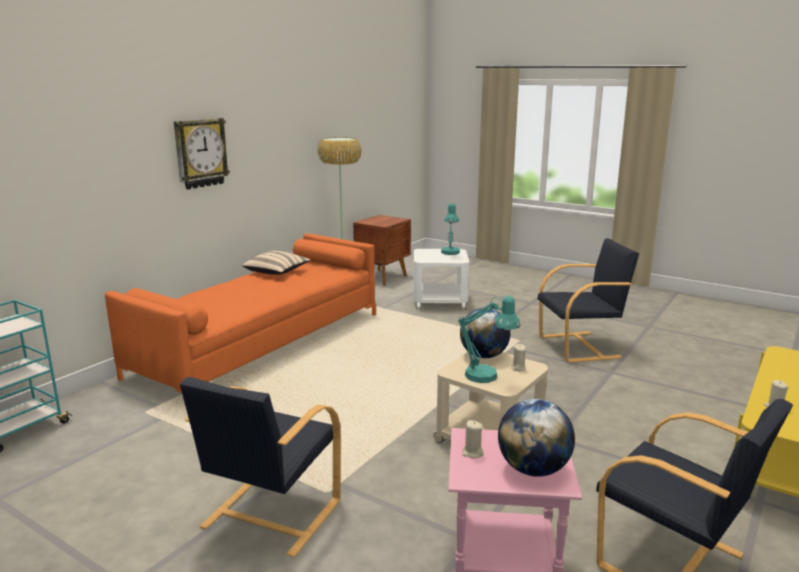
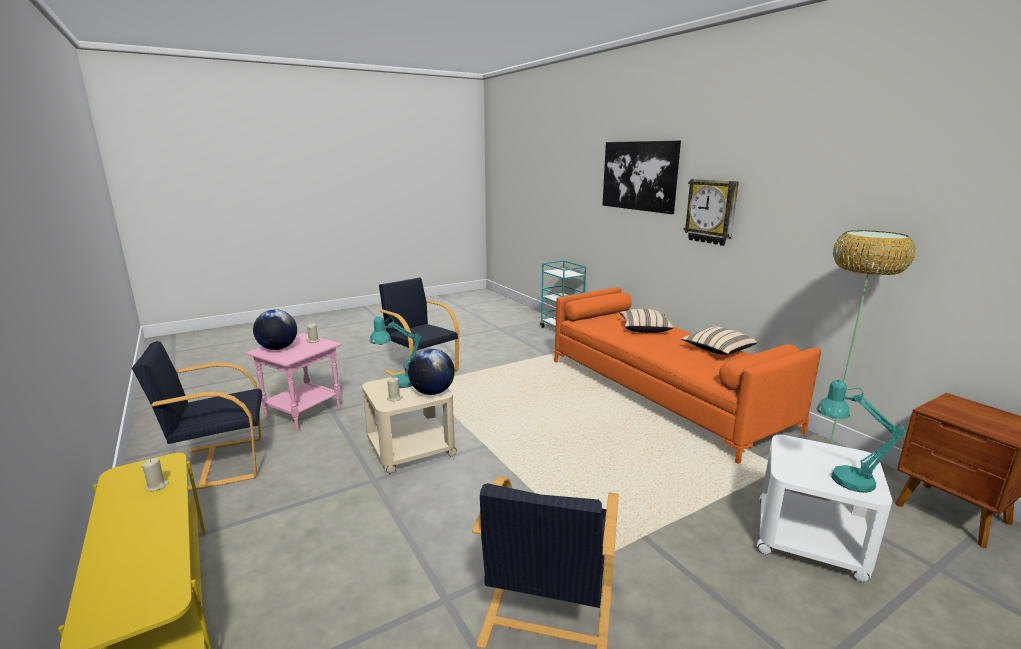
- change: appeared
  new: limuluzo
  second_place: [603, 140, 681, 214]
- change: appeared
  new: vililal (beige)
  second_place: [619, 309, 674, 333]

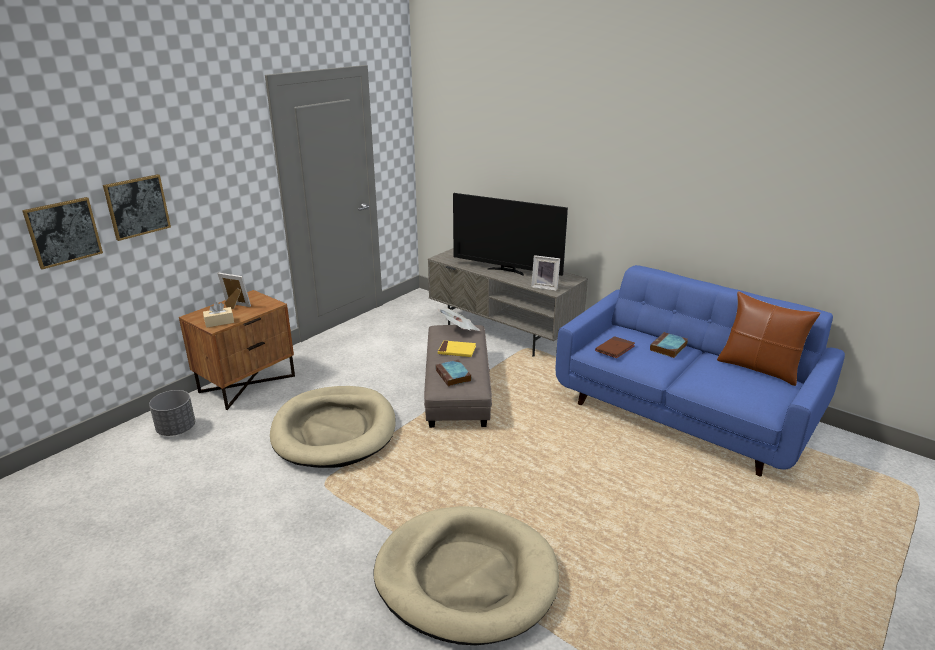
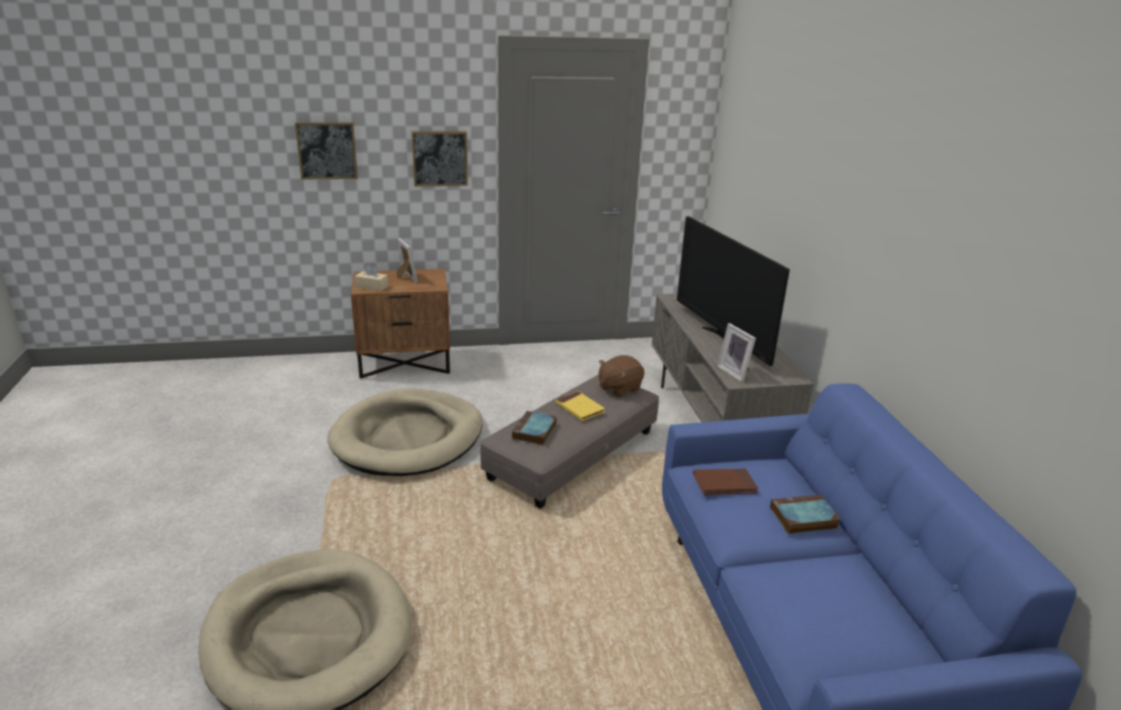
- change: relocated
  old: limuluzo
  first_place: [22, 197, 103, 269]
  second_place: [412, 131, 468, 186]
- change: missing
  old: vililal (brown)
  first_place: [717, 292, 820, 386]
- change: exchanged
  old: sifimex
  new: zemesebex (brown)
  first_place: [438, 308, 481, 331]
  second_place: [598, 355, 645, 398]
- change: missing
  old: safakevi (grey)
  first_place: [149, 390, 195, 436]

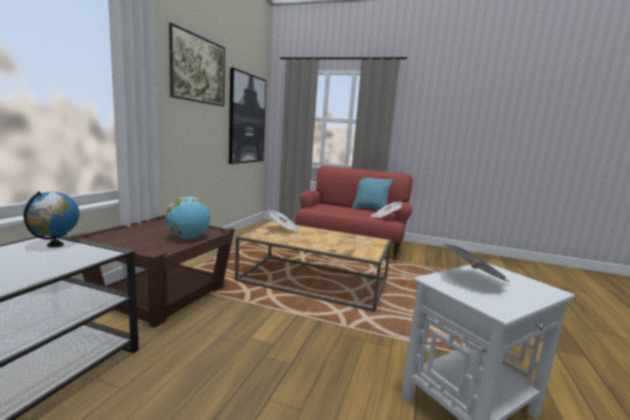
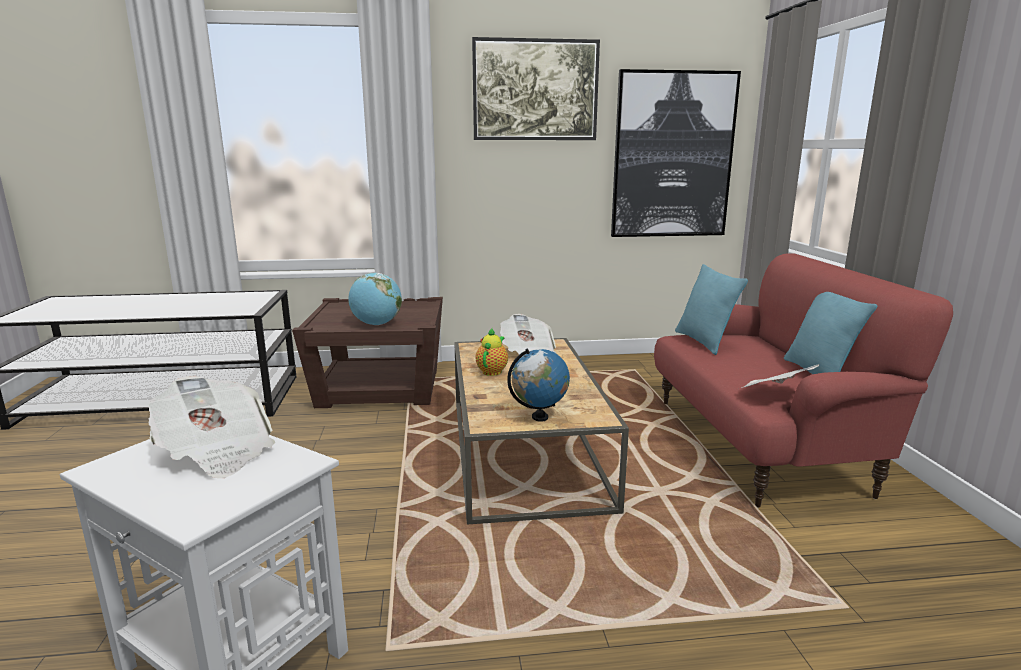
- change: relocated
  old: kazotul
  first_place: [23, 191, 80, 248]
  second_place: [507, 349, 570, 422]
- change: appeared
  new: vililal (turquoise)
  second_place: [675, 264, 748, 355]
- change: appeared
  new: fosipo
  second_place: [475, 328, 508, 376]

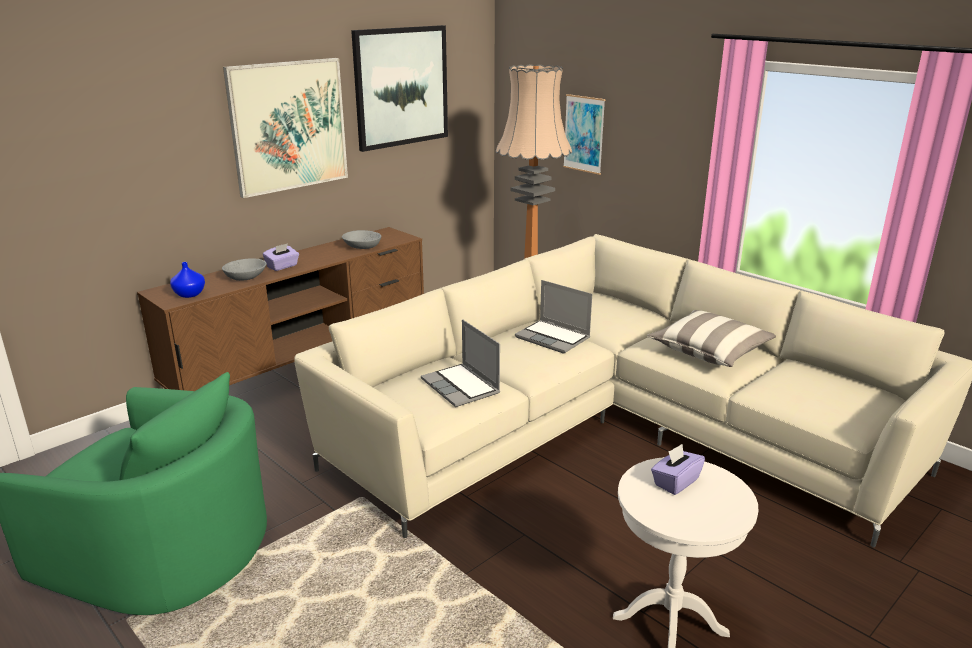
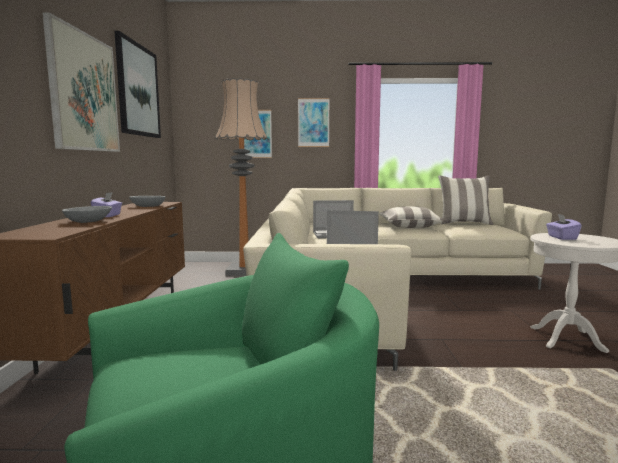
- change: missing
  old: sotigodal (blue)
  first_place: [170, 262, 205, 298]
- change: appeared
  new: limuluzo
  second_place: [298, 98, 329, 147]
- change: appeared
  new: vililal
  second_place: [438, 175, 494, 225]

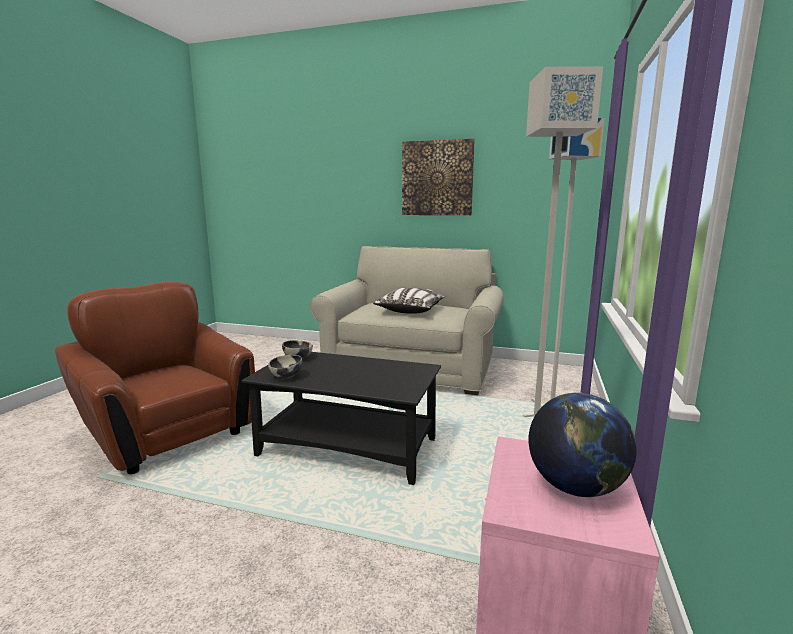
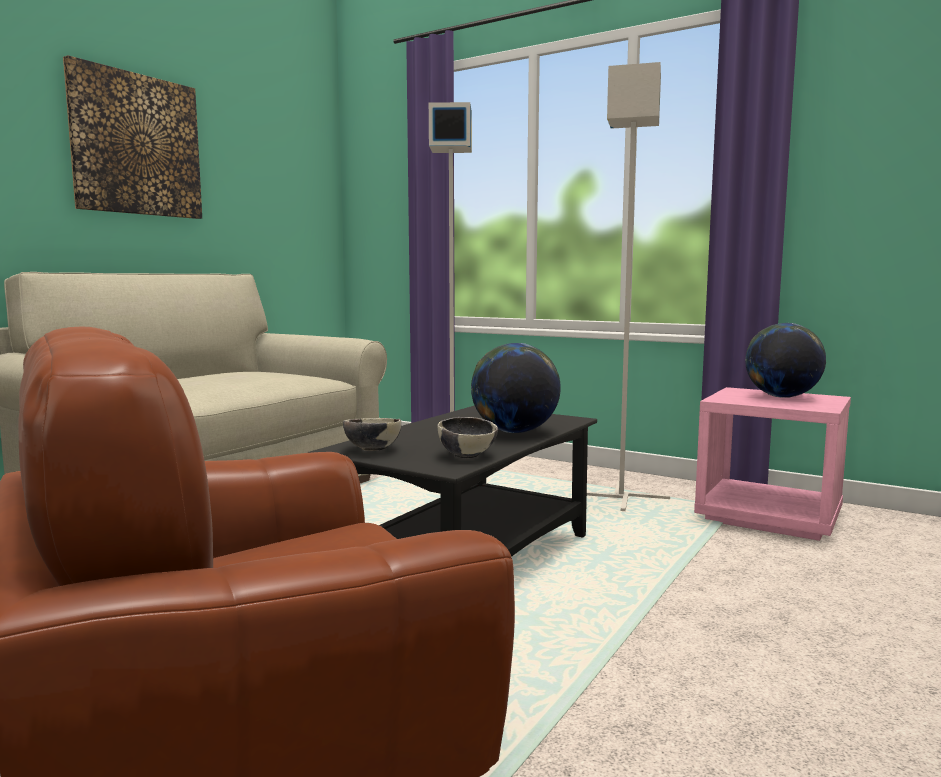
- change: missing
  old: vililal
  first_place: [373, 288, 445, 314]
- change: appeared
  new: kazotul
  second_place: [471, 343, 561, 433]

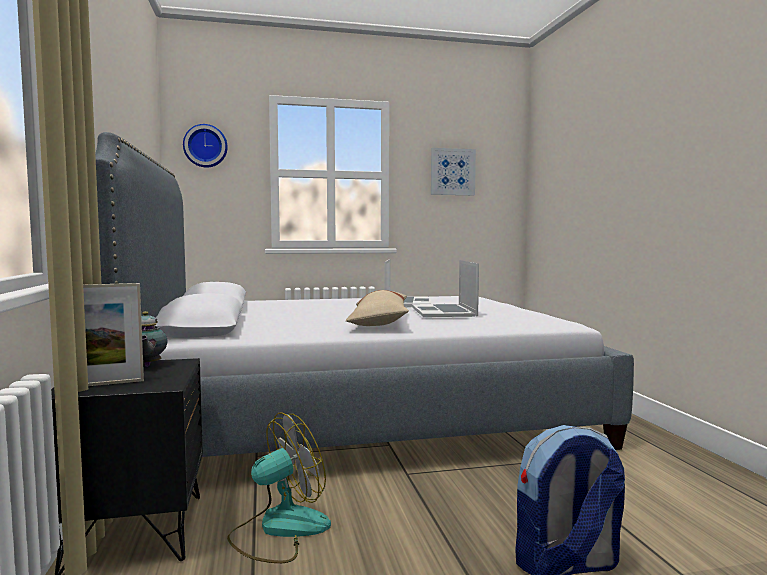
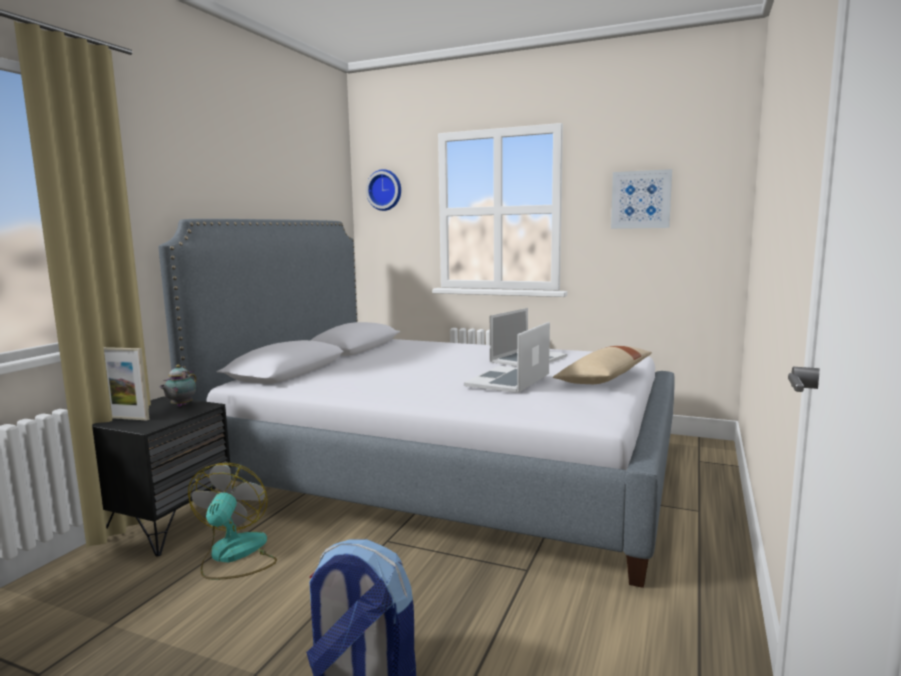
- change: relocated
  old: vililal (beige)
  first_place: [346, 290, 409, 326]
  second_place: [553, 346, 652, 384]
- change: spun
  old: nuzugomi
  first_place: [227, 412, 331, 563]
  second_place: [188, 463, 277, 580]
  degrees: -90

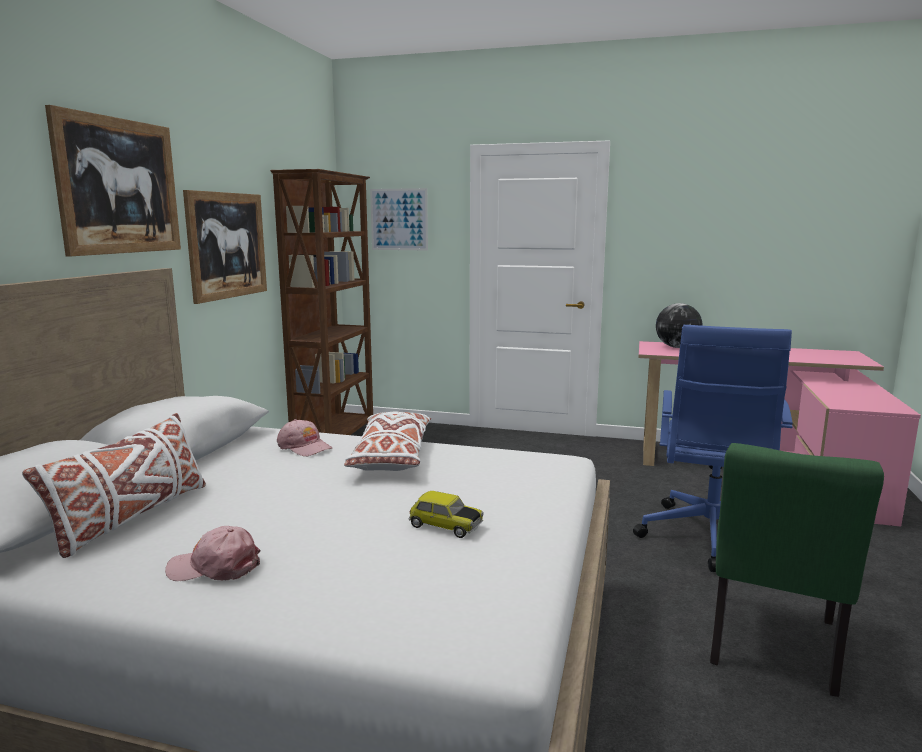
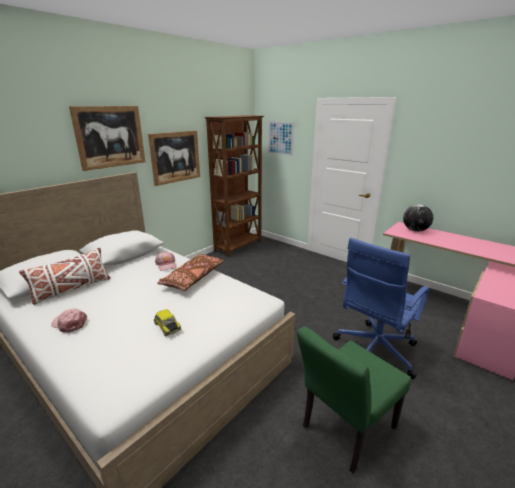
- change: colour
  old: vililal (white)
  new: vililal (brown)
  first_place: [344, 412, 431, 471]
  second_place: [157, 254, 225, 291]

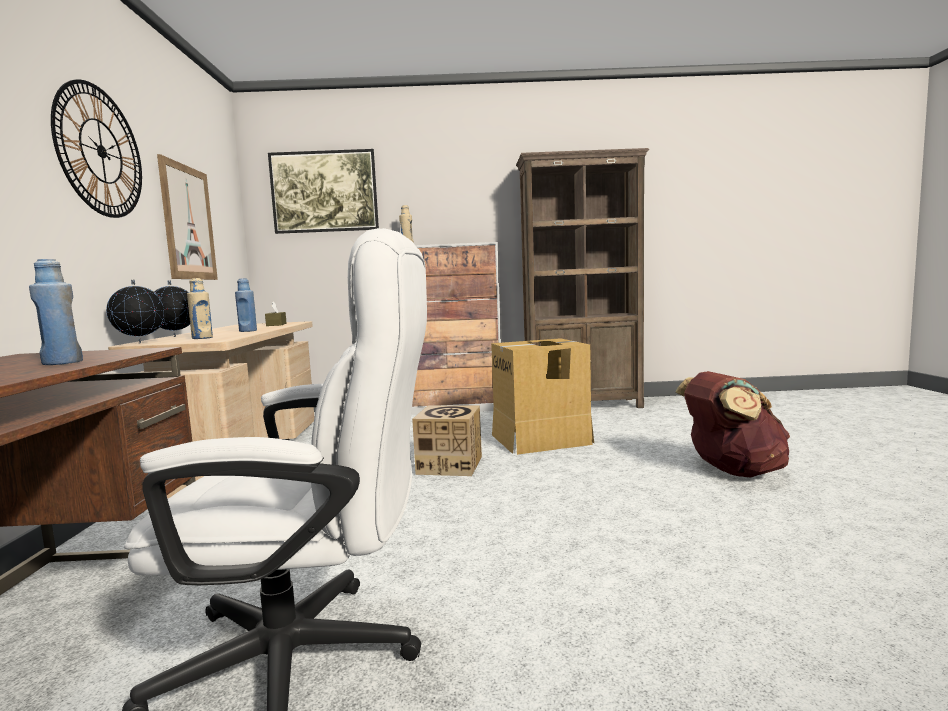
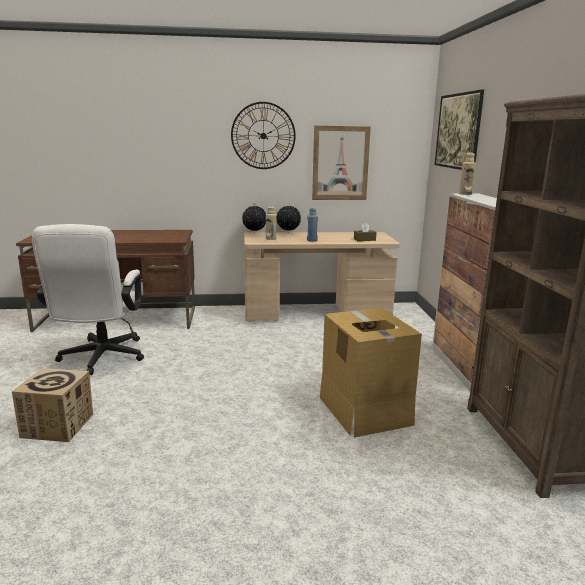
- change: missing
  old: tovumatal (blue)
  first_place: [29, 259, 83, 365]
- change: missing
  old: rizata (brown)
  first_place: [676, 371, 790, 477]
- change: relocated
  old: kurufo
  first_place: [412, 405, 482, 476]
  second_place: [12, 368, 93, 442]

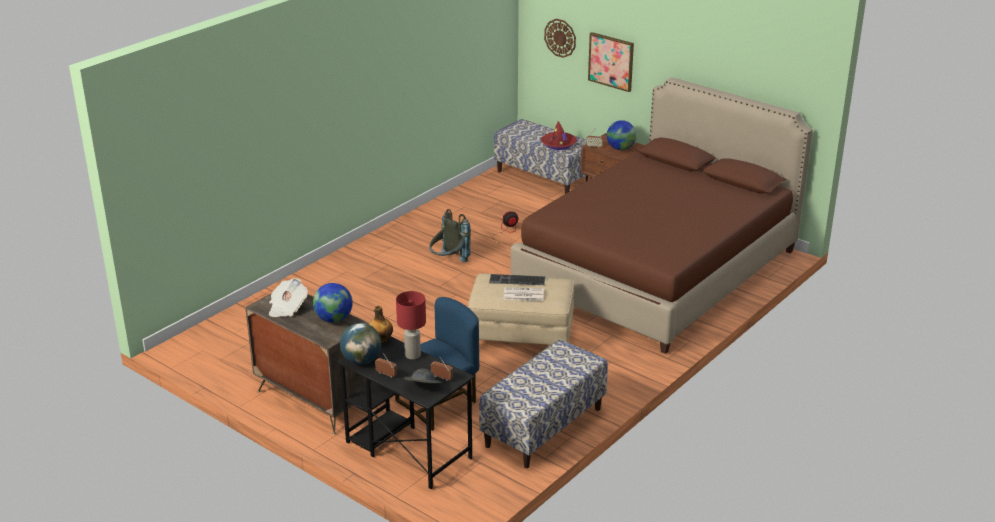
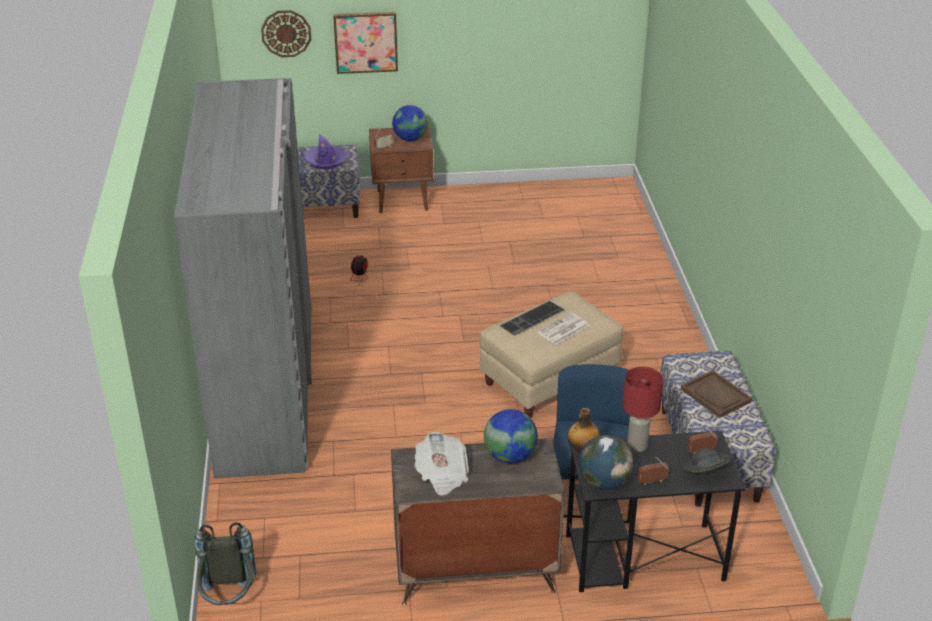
- change: missing
  old: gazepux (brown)
  first_place: [511, 77, 813, 354]
- change: colour
  old: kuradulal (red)
  new: kuradulal (purple)
  first_place: [541, 121, 577, 150]
  second_place: [303, 134, 349, 169]
- change: relocated
  old: rizata (grey)
  first_place: [429, 209, 471, 262]
  second_place: [194, 522, 256, 605]
- change: appeared
  new: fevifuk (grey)
  second_place: [174, 78, 312, 479]
- change: appeared
  new: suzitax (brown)
  second_place: [681, 370, 752, 418]

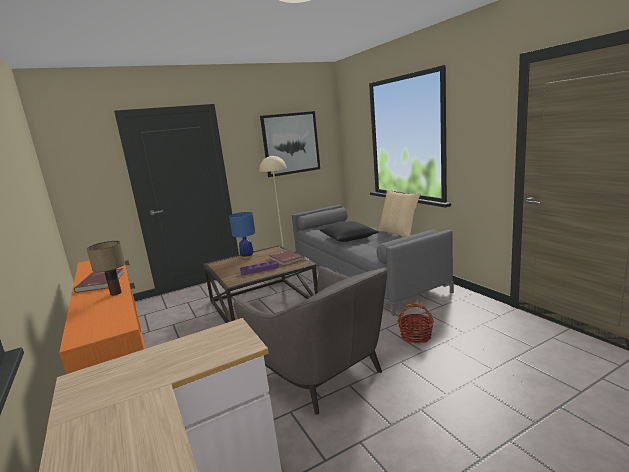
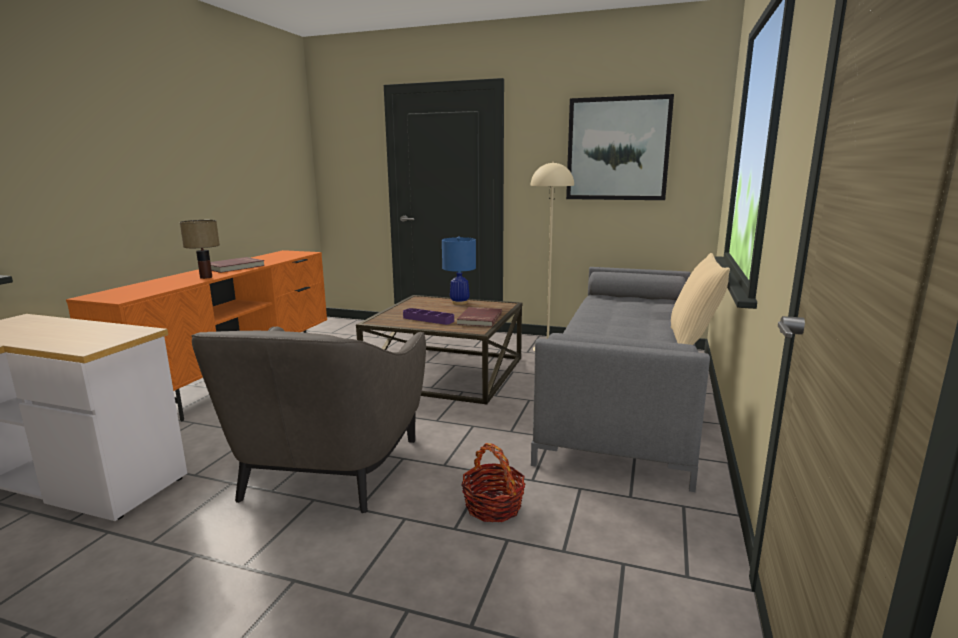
- change: missing
  old: vililal (black)
  first_place: [320, 221, 379, 242]

